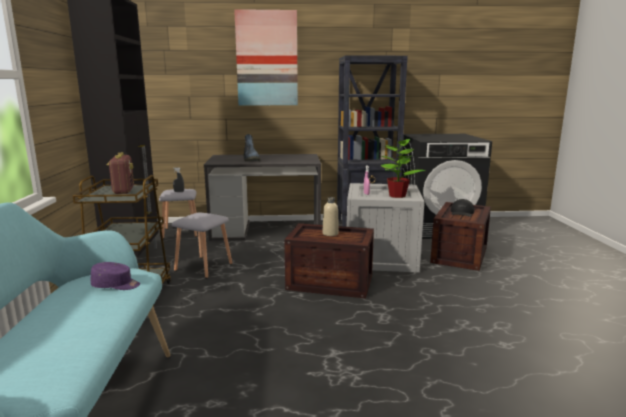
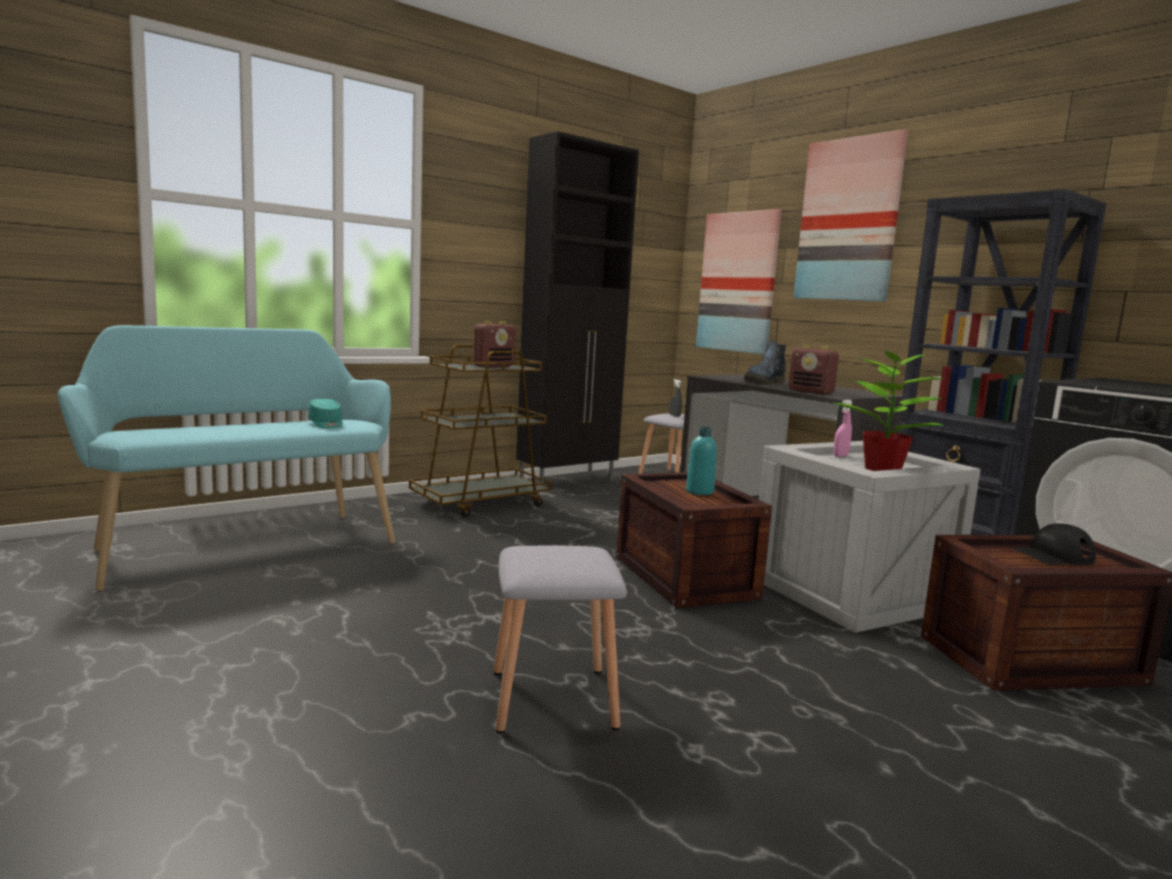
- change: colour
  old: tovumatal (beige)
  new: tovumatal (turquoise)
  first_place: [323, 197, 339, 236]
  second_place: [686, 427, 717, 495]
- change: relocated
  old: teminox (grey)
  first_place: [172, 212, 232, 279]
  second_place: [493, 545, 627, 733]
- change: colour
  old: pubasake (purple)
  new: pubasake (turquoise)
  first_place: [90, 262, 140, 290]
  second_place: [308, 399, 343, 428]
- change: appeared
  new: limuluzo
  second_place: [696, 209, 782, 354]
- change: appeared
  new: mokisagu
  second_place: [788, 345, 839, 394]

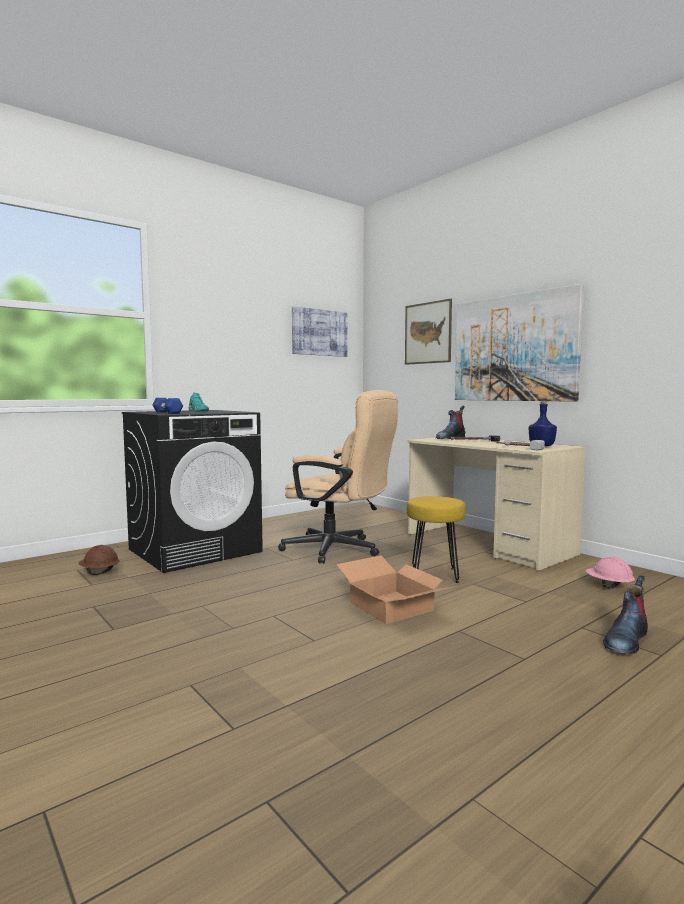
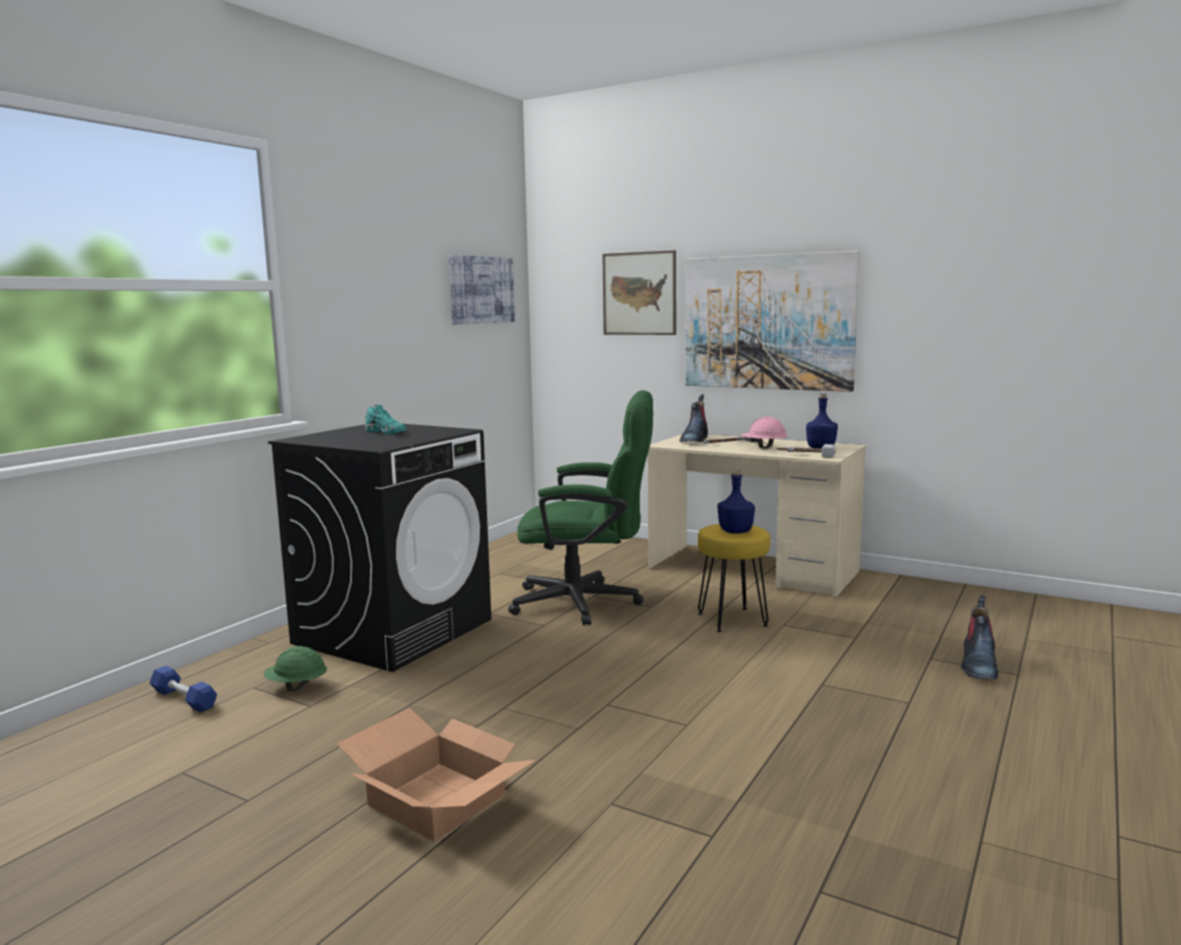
- change: colour
  old: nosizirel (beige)
  new: nosizirel (green)
  first_place: [278, 390, 398, 564]
  second_place: [508, 390, 653, 625]
- change: relocated
  old: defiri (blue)
  first_place: [153, 398, 183, 414]
  second_place: [150, 666, 217, 712]
- change: colour
  old: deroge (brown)
  new: deroge (green)
  first_place: [79, 545, 120, 575]
  second_place: [264, 646, 327, 691]
- change: relocated
  old: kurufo
  first_place: [336, 555, 451, 624]
  second_place: [337, 708, 536, 841]
- change: relocated
  old: deroge (pink)
  first_place: [586, 557, 635, 588]
  second_place: [741, 417, 788, 449]
- change: appeared
  new: tovumatal (blue)
  second_place: [718, 470, 755, 534]

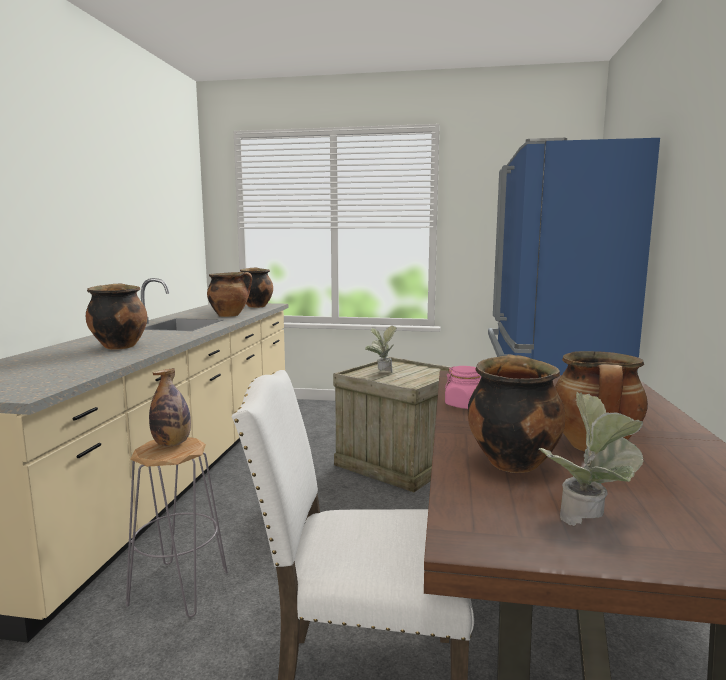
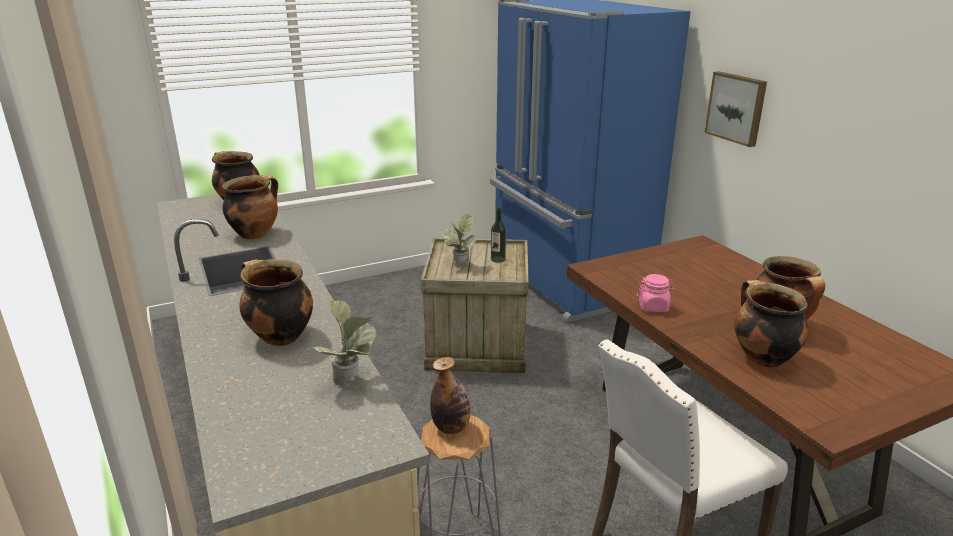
- change: relocated
  old: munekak
  first_place: [538, 392, 644, 526]
  second_place: [312, 300, 376, 386]
- change: appeared
  new: limuluzo
  second_place: [705, 71, 767, 147]
- change: appeared
  new: tovumatal
  second_place: [491, 208, 506, 263]

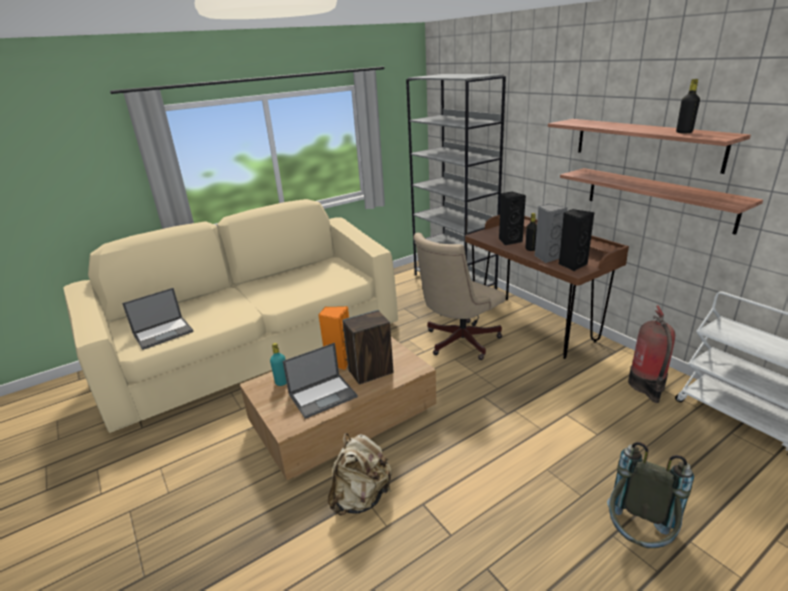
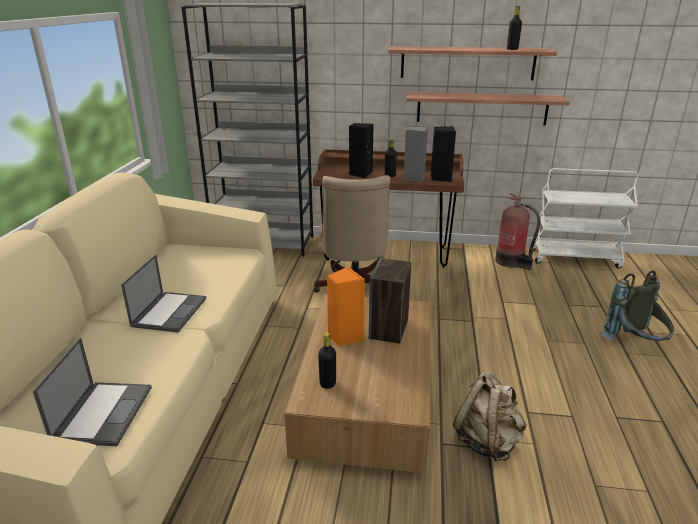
- change: colour
  old: tovumatal (turquoise)
  new: tovumatal (black)
  first_place: [270, 343, 287, 386]
  second_place: [318, 332, 336, 389]
- change: relocated
  old: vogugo
  first_place: [283, 343, 358, 419]
  second_place: [121, 254, 206, 333]

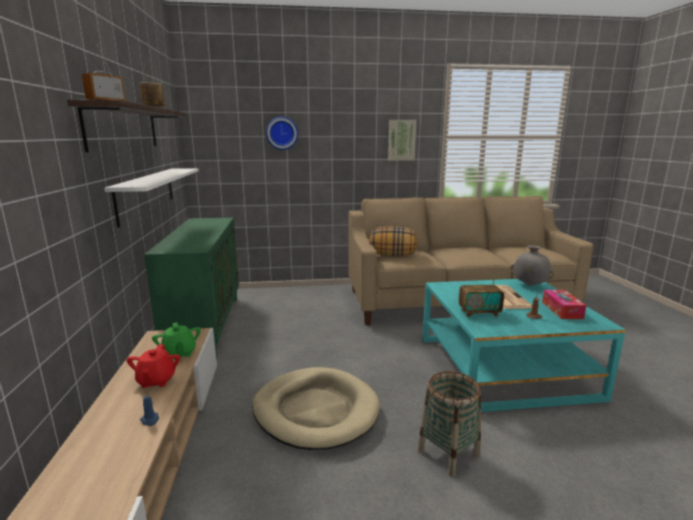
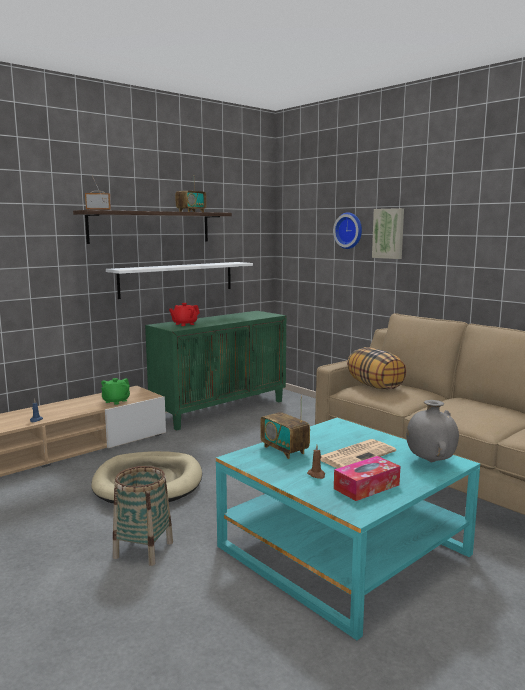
- change: relocated
  old: limuluzo
  first_place: [388, 120, 417, 161]
  second_place: [372, 208, 404, 259]
- change: relocated
  old: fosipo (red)
  first_place: [126, 344, 180, 388]
  second_place: [169, 303, 200, 326]

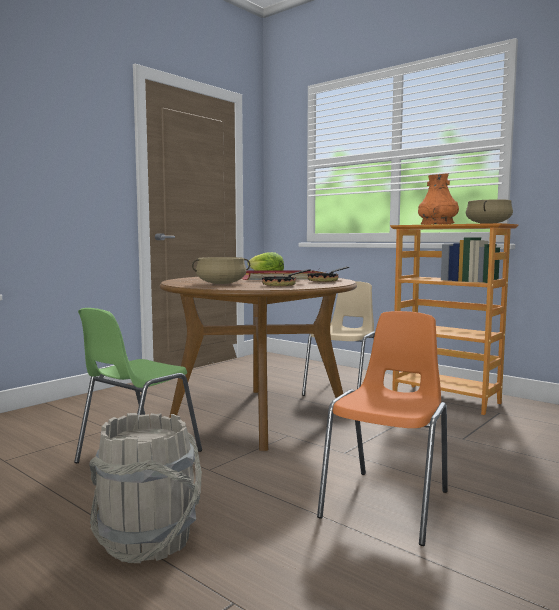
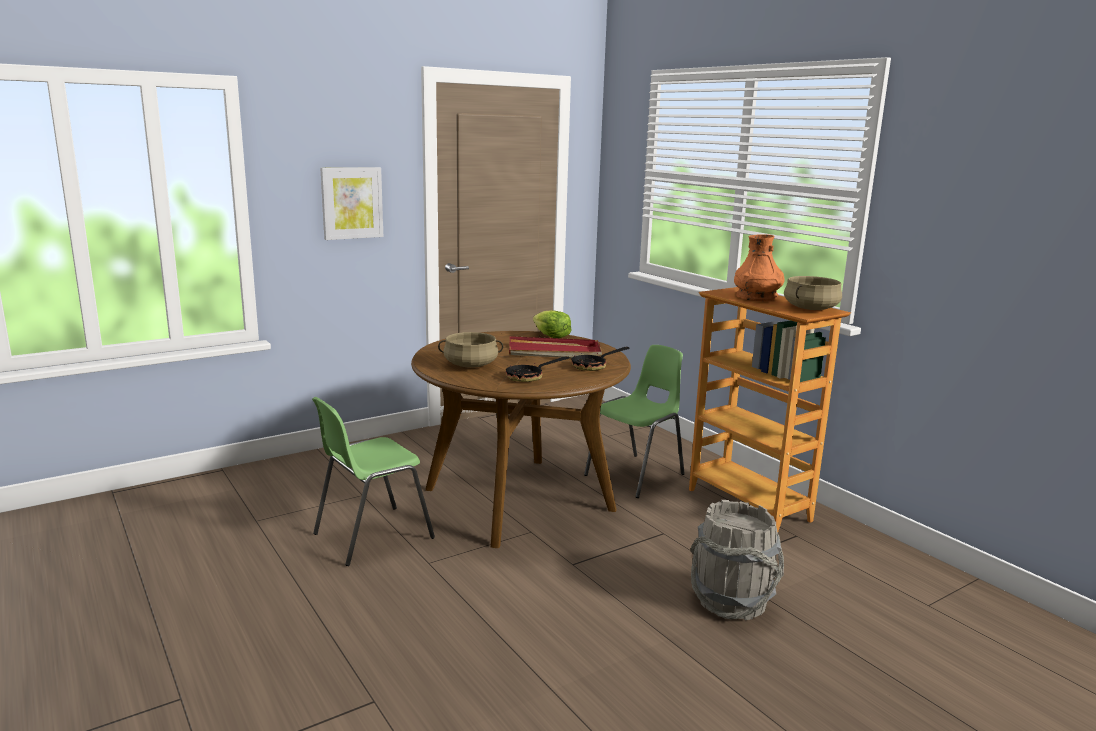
- change: colour
  old: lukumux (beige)
  new: lukumux (green)
  first_place: [302, 281, 375, 396]
  second_place: [584, 345, 685, 498]
- change: missing
  old: lukumux (orange)
  first_place: [317, 311, 448, 546]
- change: relocated
  old: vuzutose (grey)
  first_place: [89, 413, 202, 563]
  second_place: [690, 500, 784, 620]
- change: appeared
  new: limuluzo
  second_place: [320, 167, 383, 240]

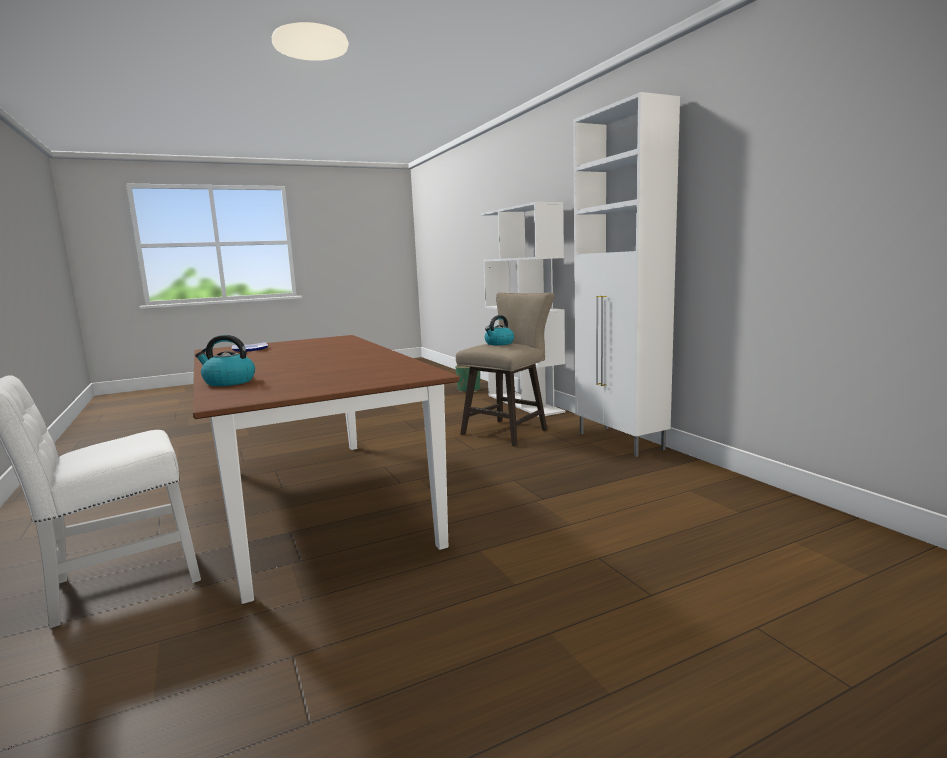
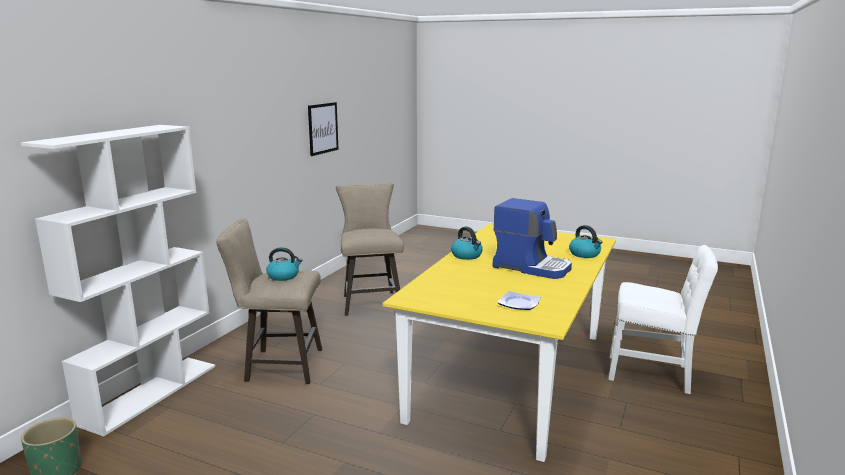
- change: missing
  old: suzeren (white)
  first_place: [573, 92, 680, 457]
- change: colour
  old: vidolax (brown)
  new: vidolax (yellow)
  first_place: [193, 335, 460, 604]
  second_place: [383, 224, 616, 462]
- change: appeared
  new: limuluzo
  second_place: [308, 102, 339, 156]
- change: appeared
  new: teminox (beige)
  second_place: [336, 183, 404, 316]
- change: appeared
  new: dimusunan
  second_place: [493, 198, 572, 279]
- change: appeared
  new: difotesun
  second_place: [451, 227, 483, 260]

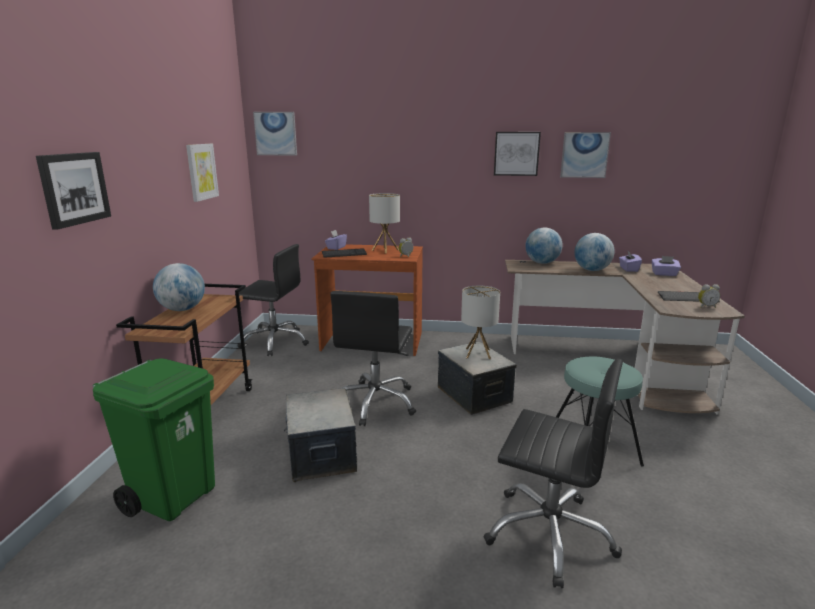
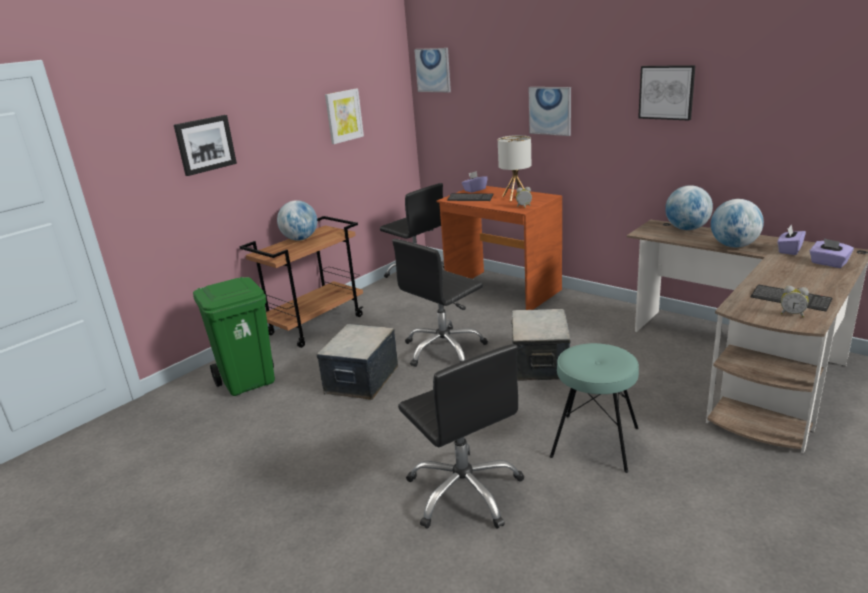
- change: relocated
  old: limuluzo
  first_place: [560, 132, 611, 178]
  second_place: [529, 87, 571, 136]
- change: missing
  old: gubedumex
  first_place: [461, 286, 500, 359]

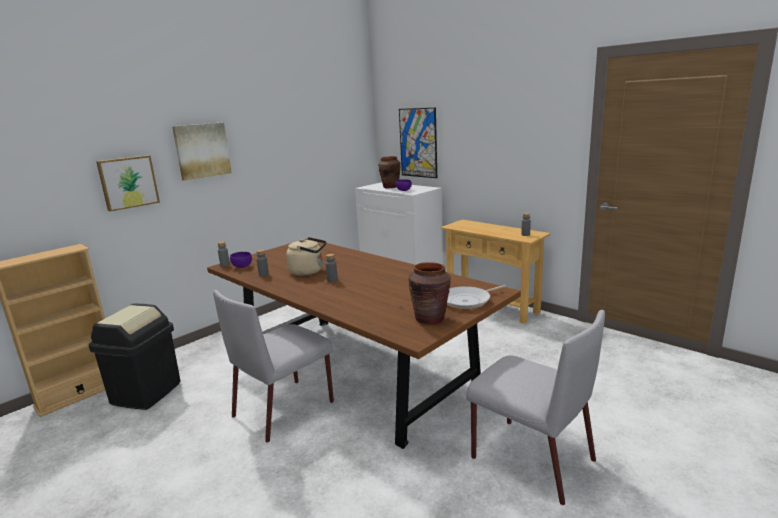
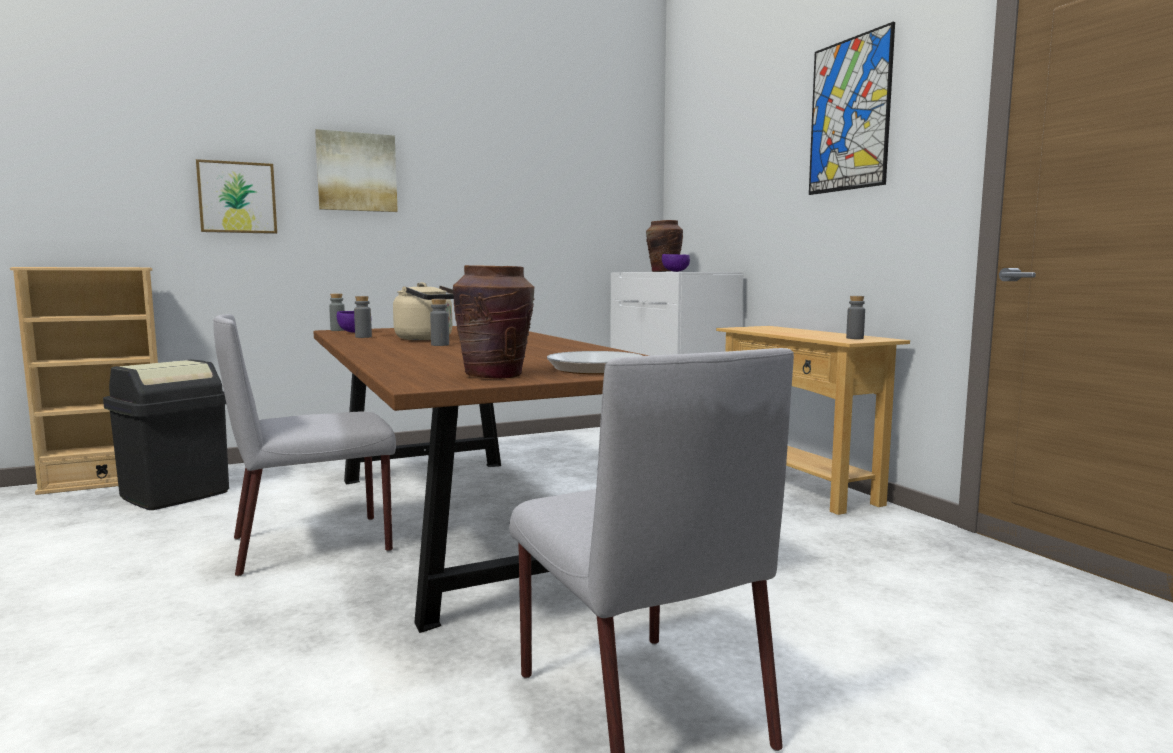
- change: relocated
  old: limuluzo
  first_place: [399, 108, 437, 178]
  second_place: [809, 22, 895, 195]

